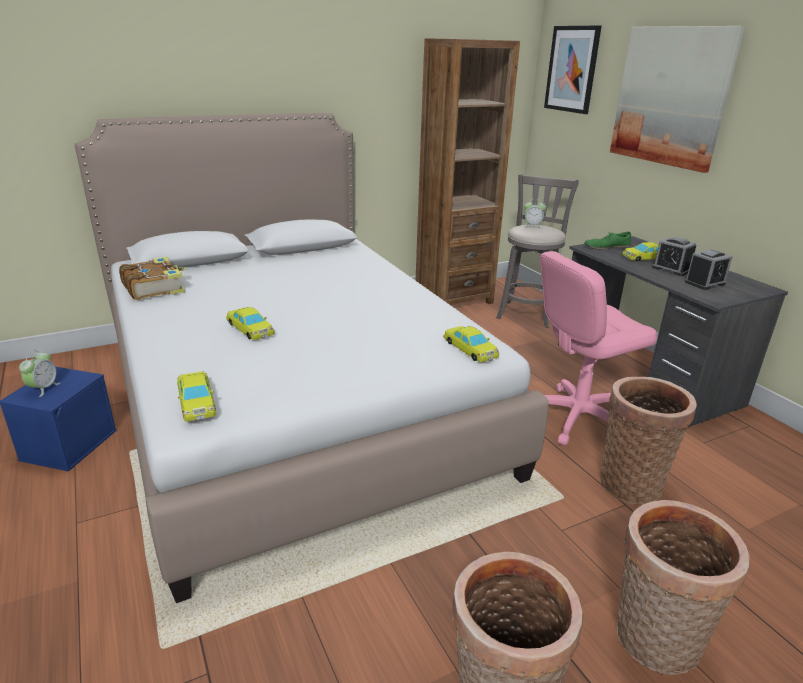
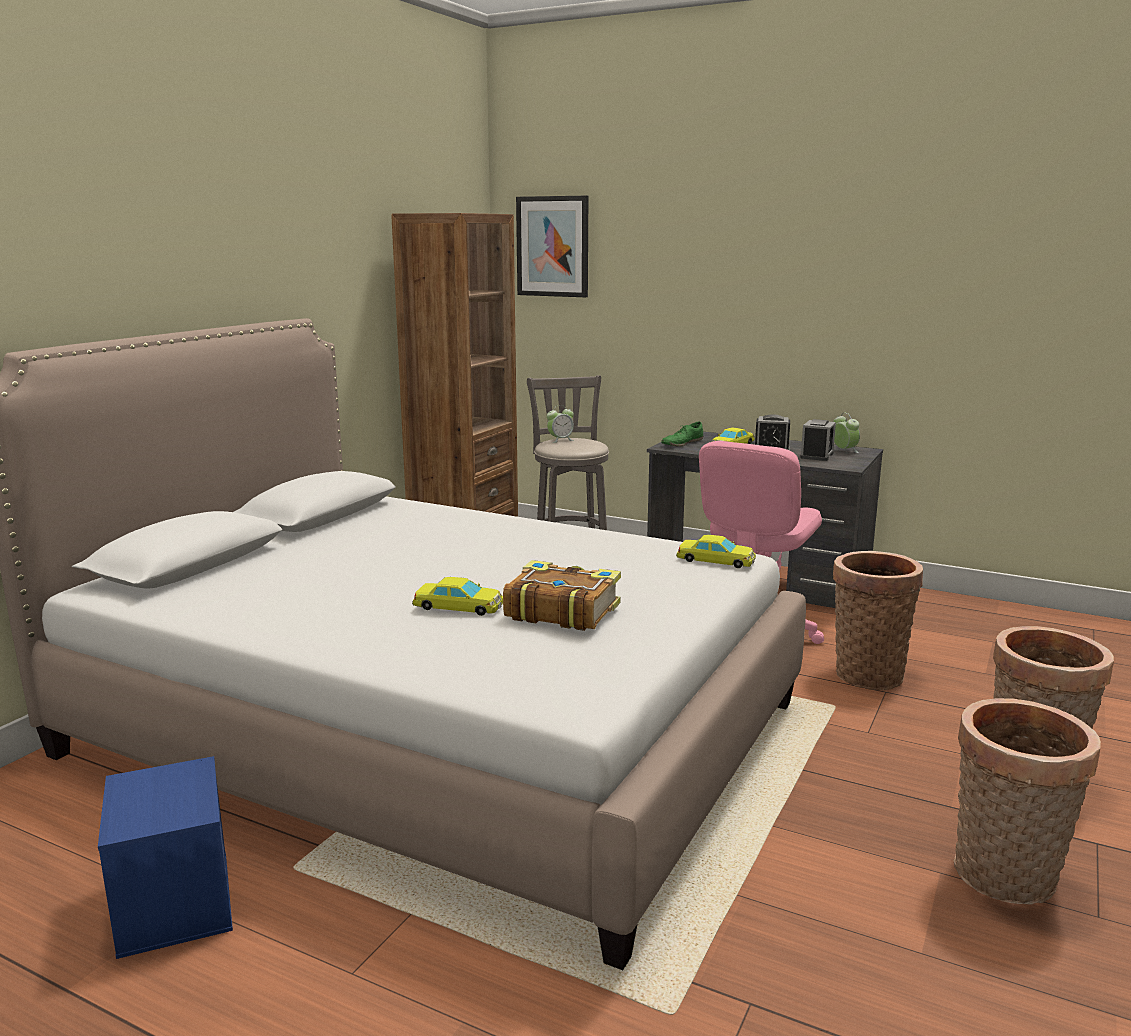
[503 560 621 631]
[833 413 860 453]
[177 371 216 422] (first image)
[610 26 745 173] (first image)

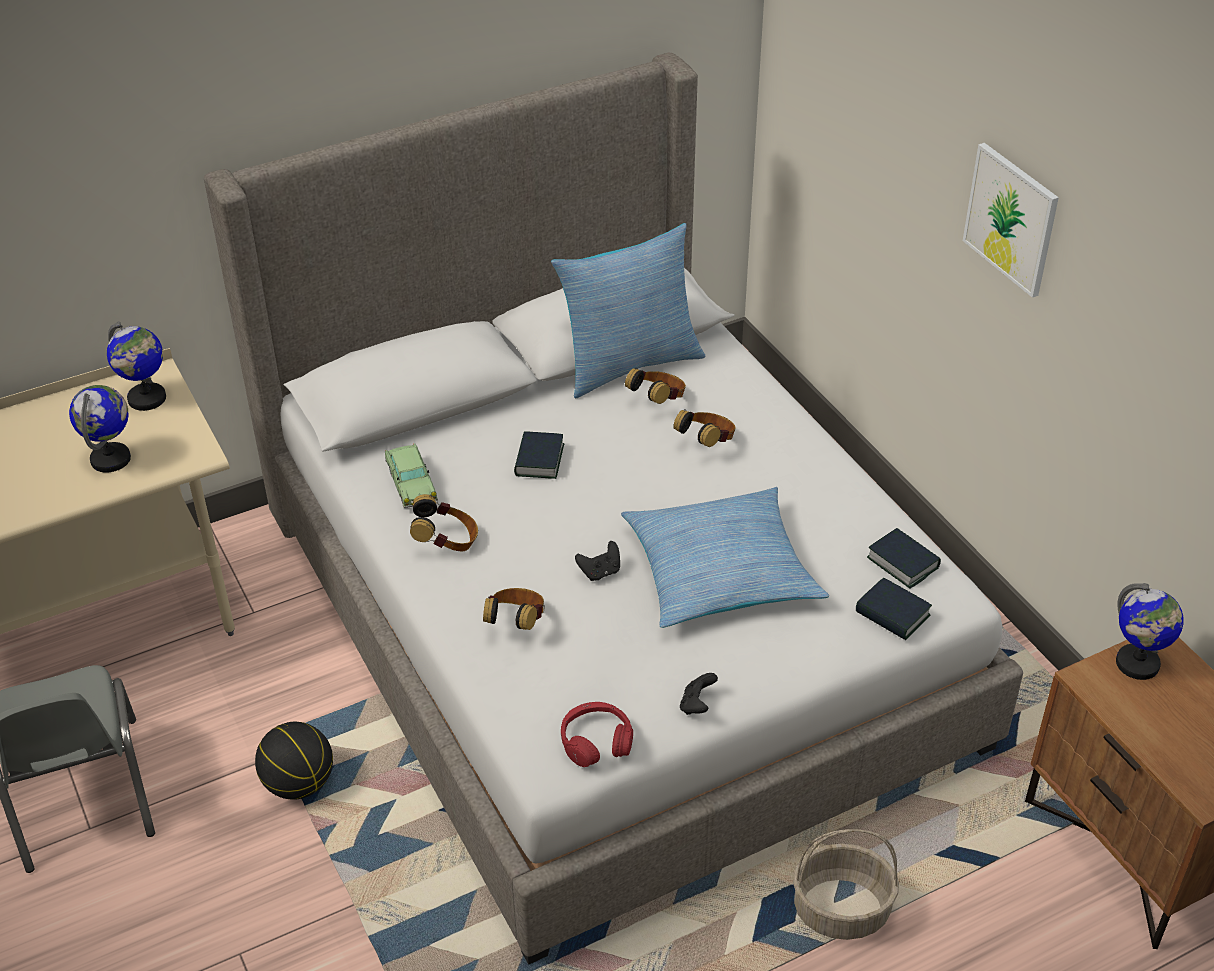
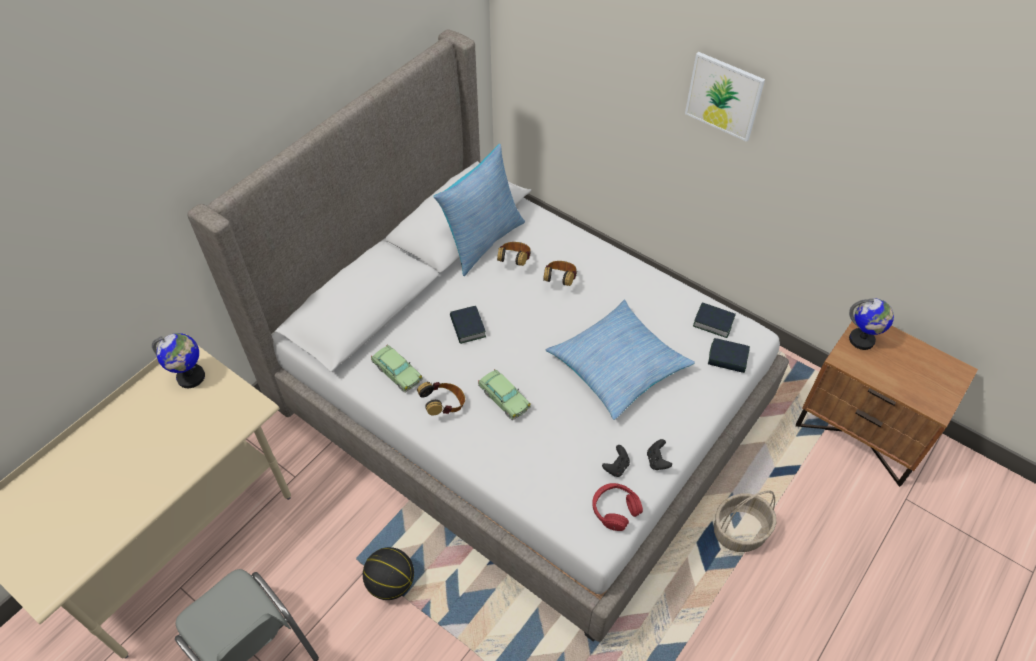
[478 369 531 420]
[602 445 630 477]
[69 385 131 473] (first image)
[483 588 545 630] (first image)

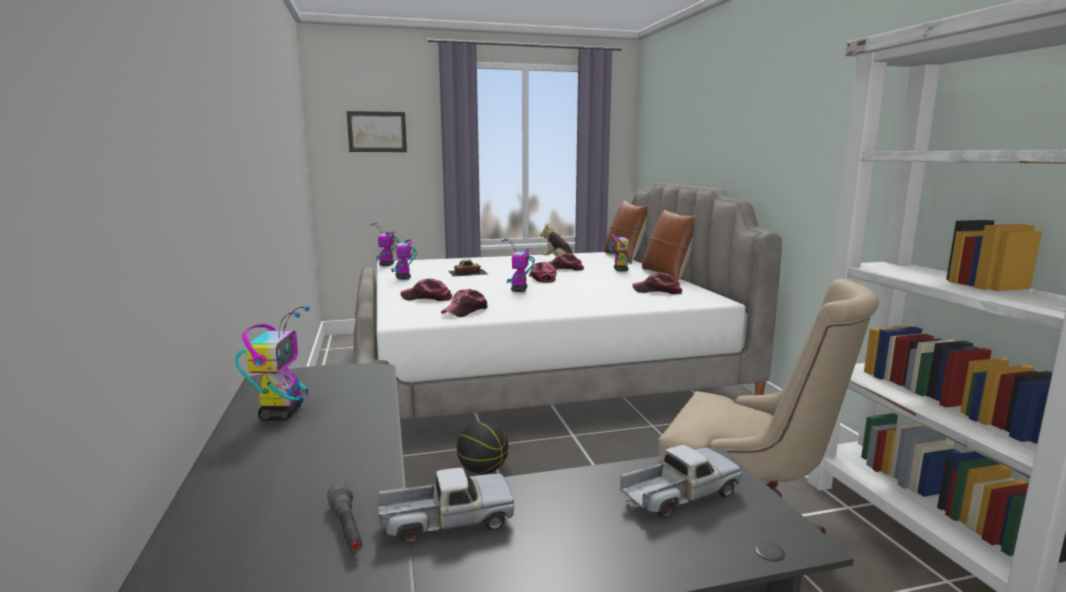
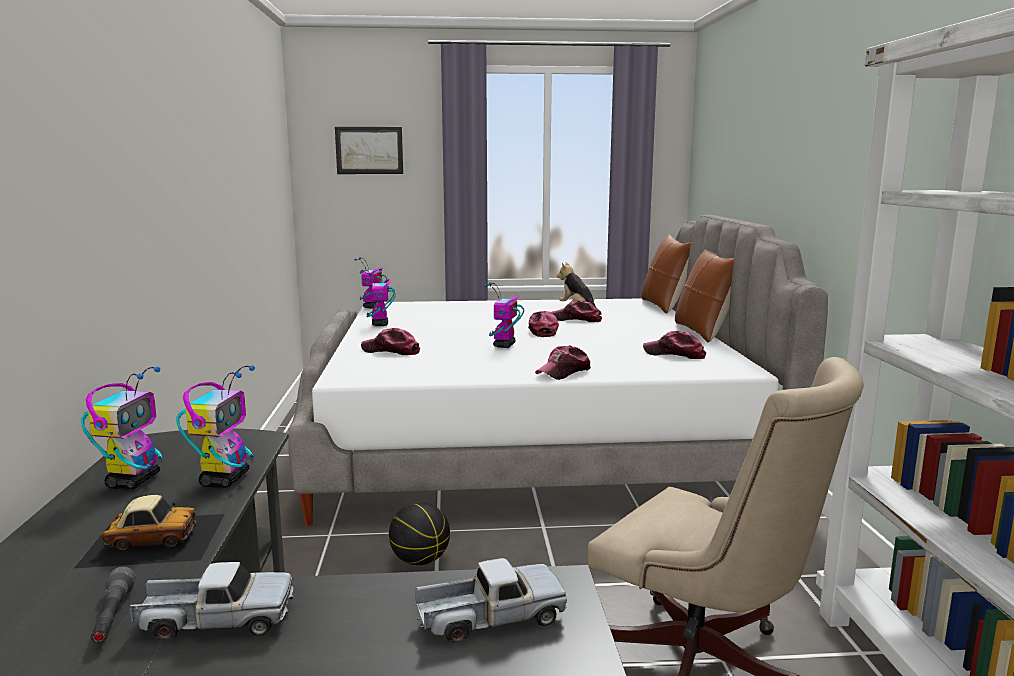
[73 495 225 569]
[176 365 255 488]
[535 345 591 380]

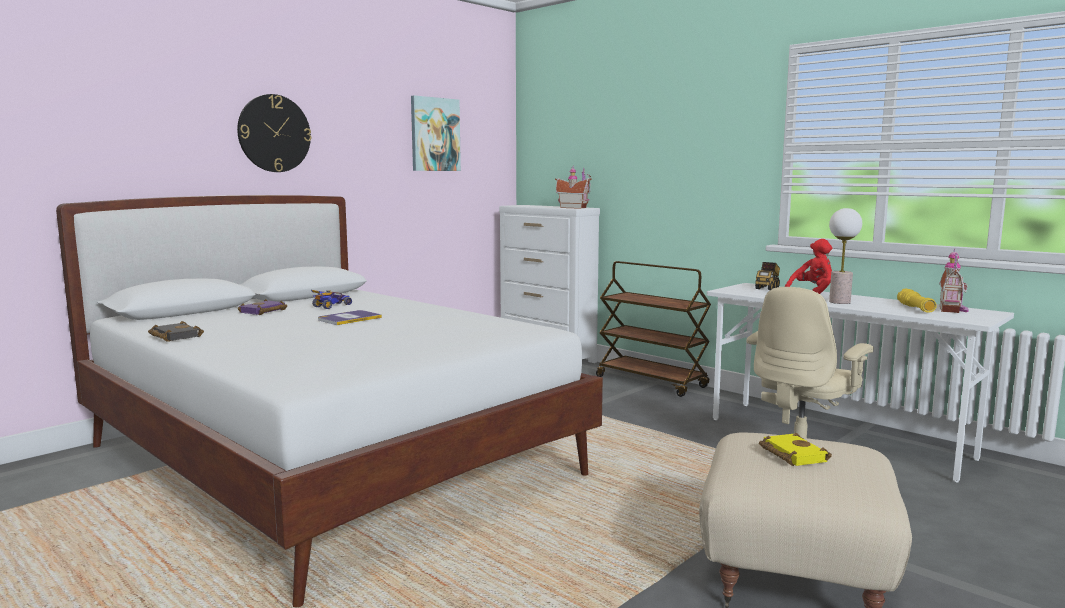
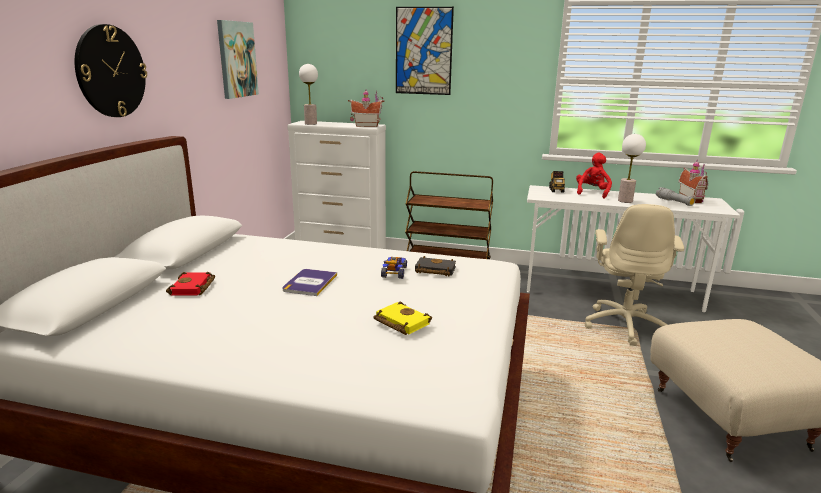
[166 272 215 295]
[299 64 318 125]
[373 302 432 335]
[381 257 407 279]
[396 7 454 95]
[415 256 456 276]
[656 187 695 206]

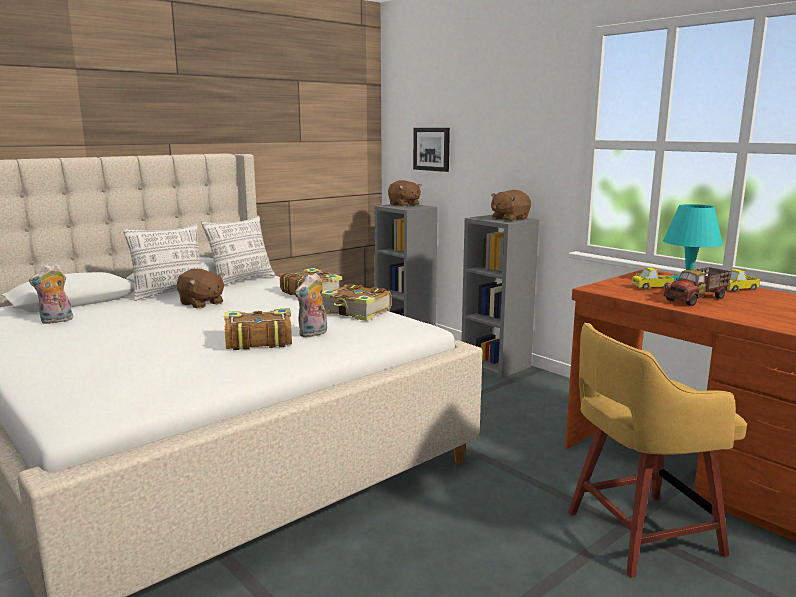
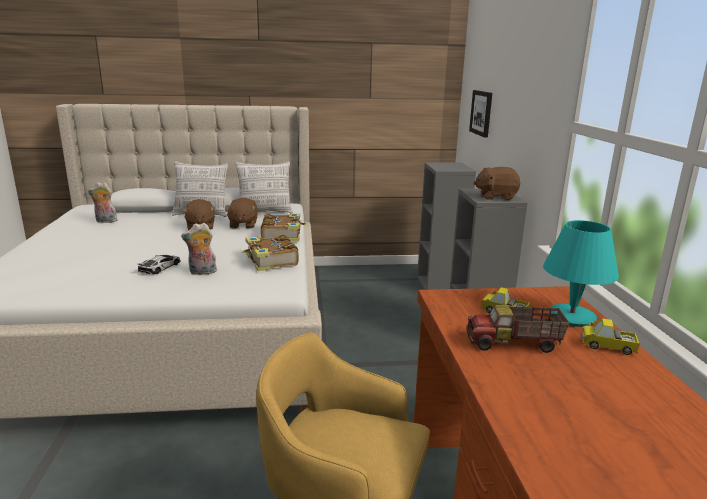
[138 255 180 274]
[225 198 258 229]

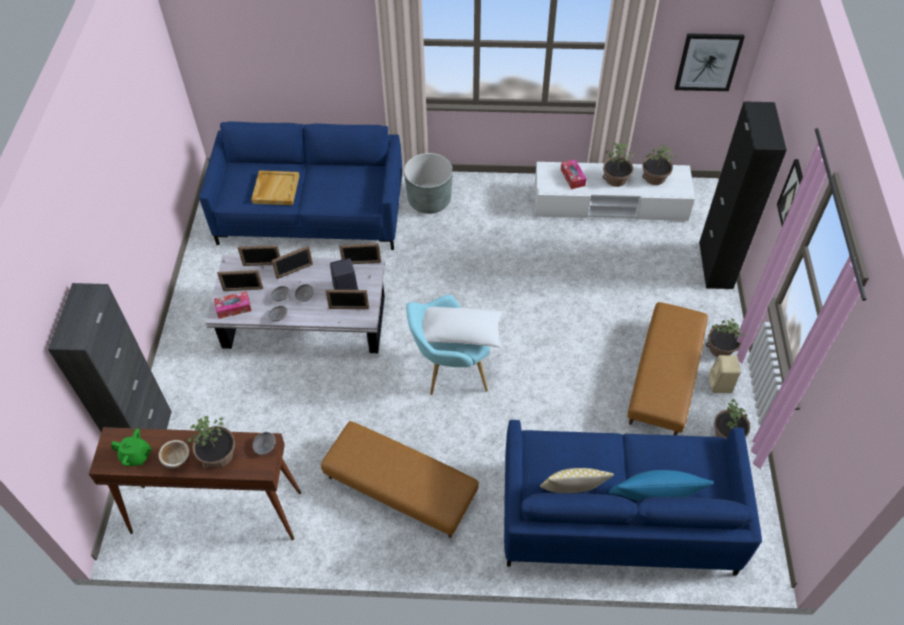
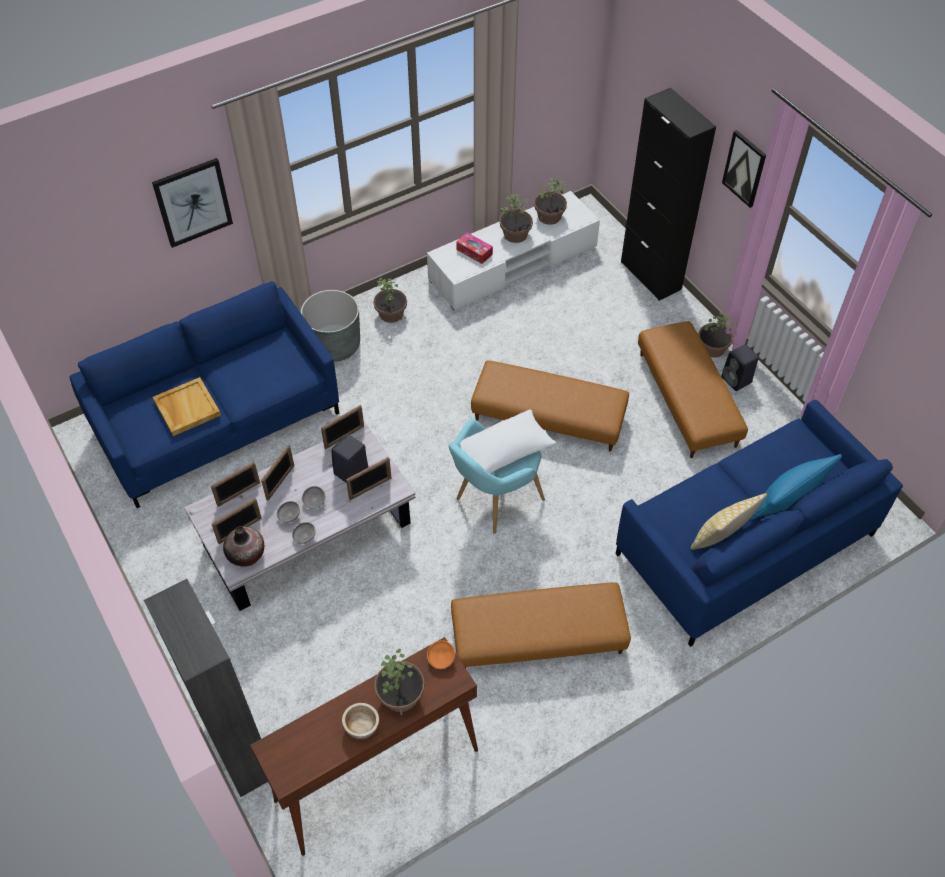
[152 158 233 248]
[223 526 264 567]
[373 278 407 323]
[427 640 455 669]
[471 360 629 451]
[721 344 759 391]
[111 429 152 466] (first image)

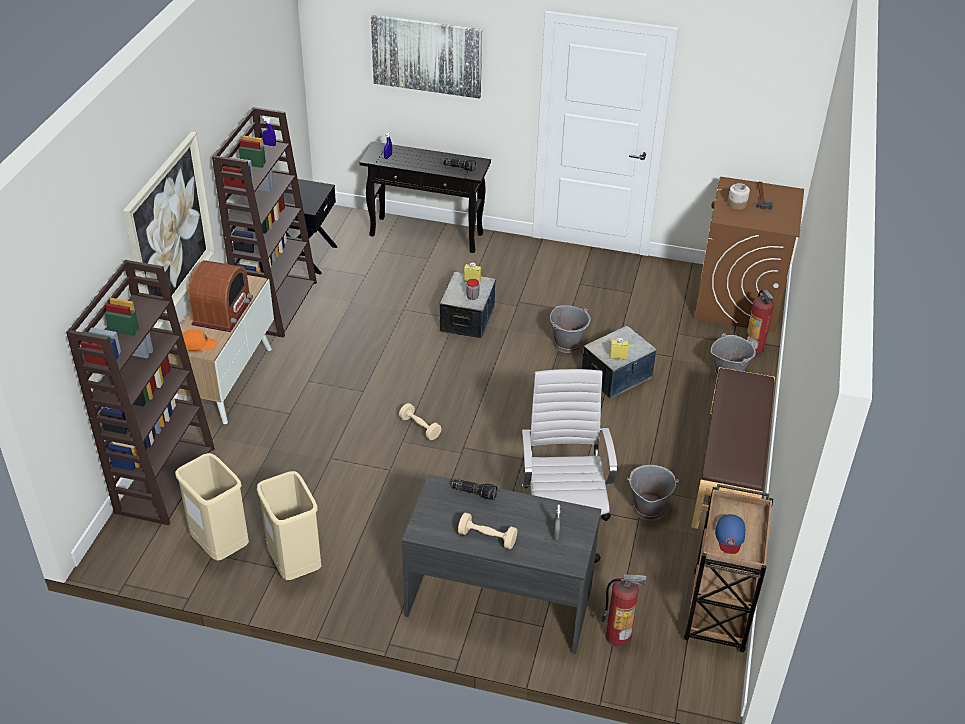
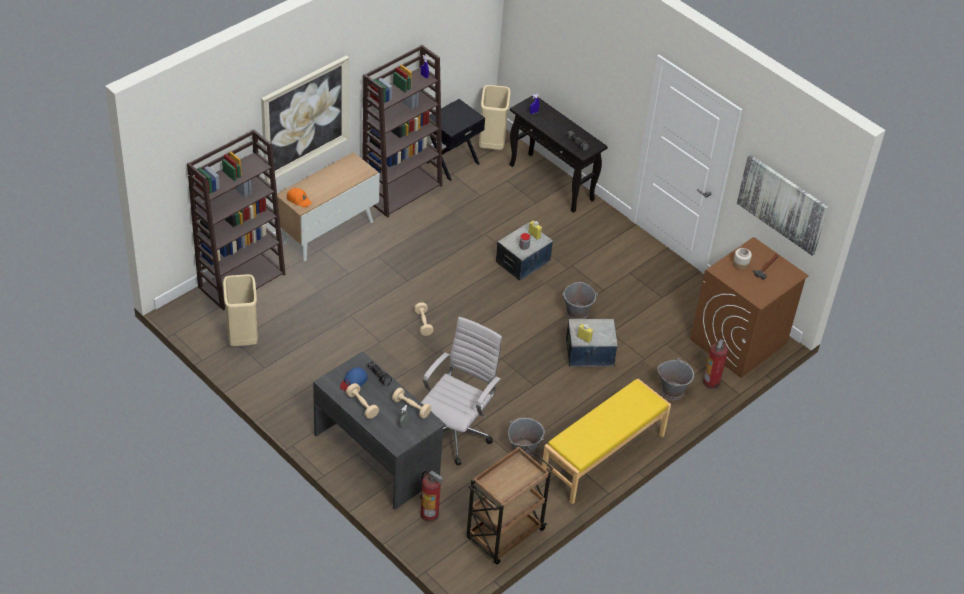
[340 367 368 391]
[392 387 431 419]
[479 85 511 150]
[542 379 671 504]
[737 154 828 256]
[188 260 253 332] (first image)

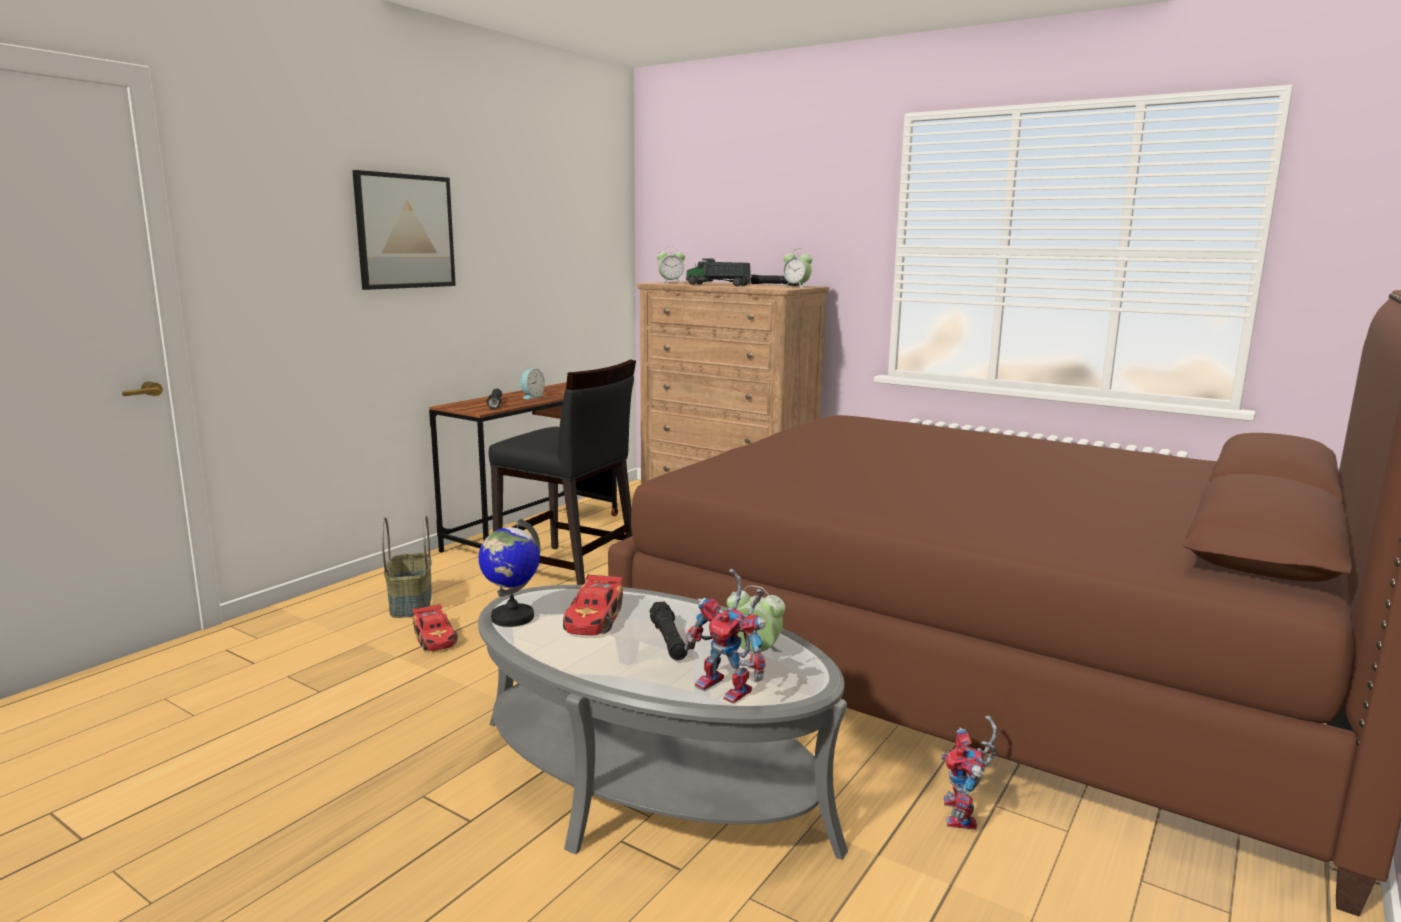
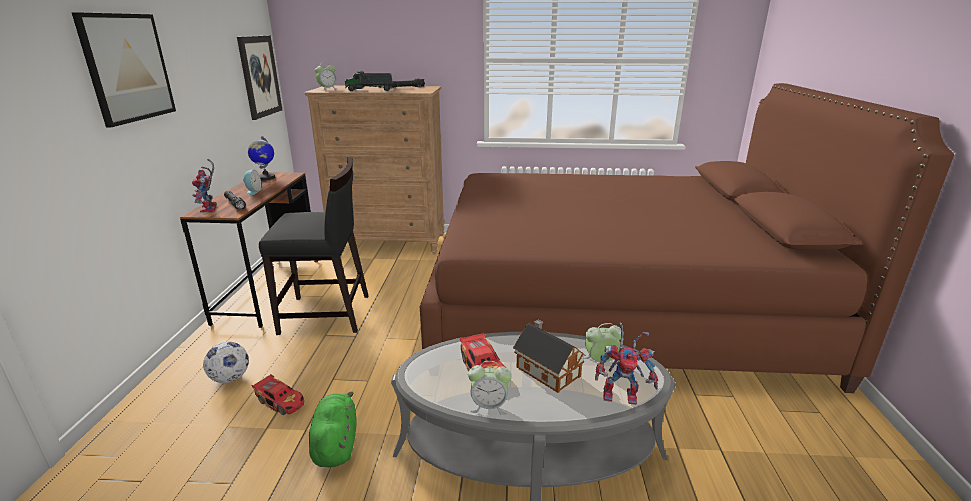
[192 159 217 212]
[203 342 249 383]
[237 36 282 120]
[248 136 275 180]
[309 392 357 467]
[468 361 512 415]
[513 319 586 393]

